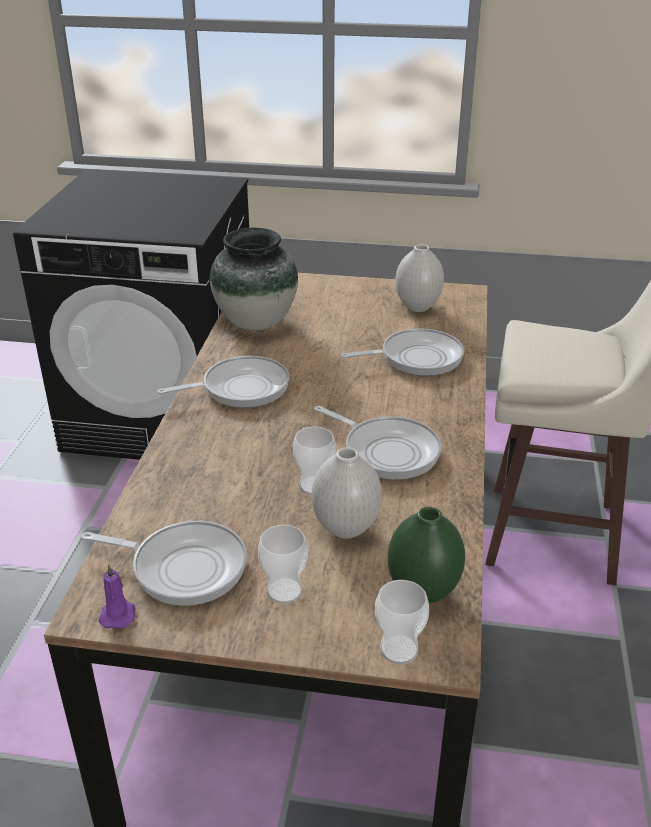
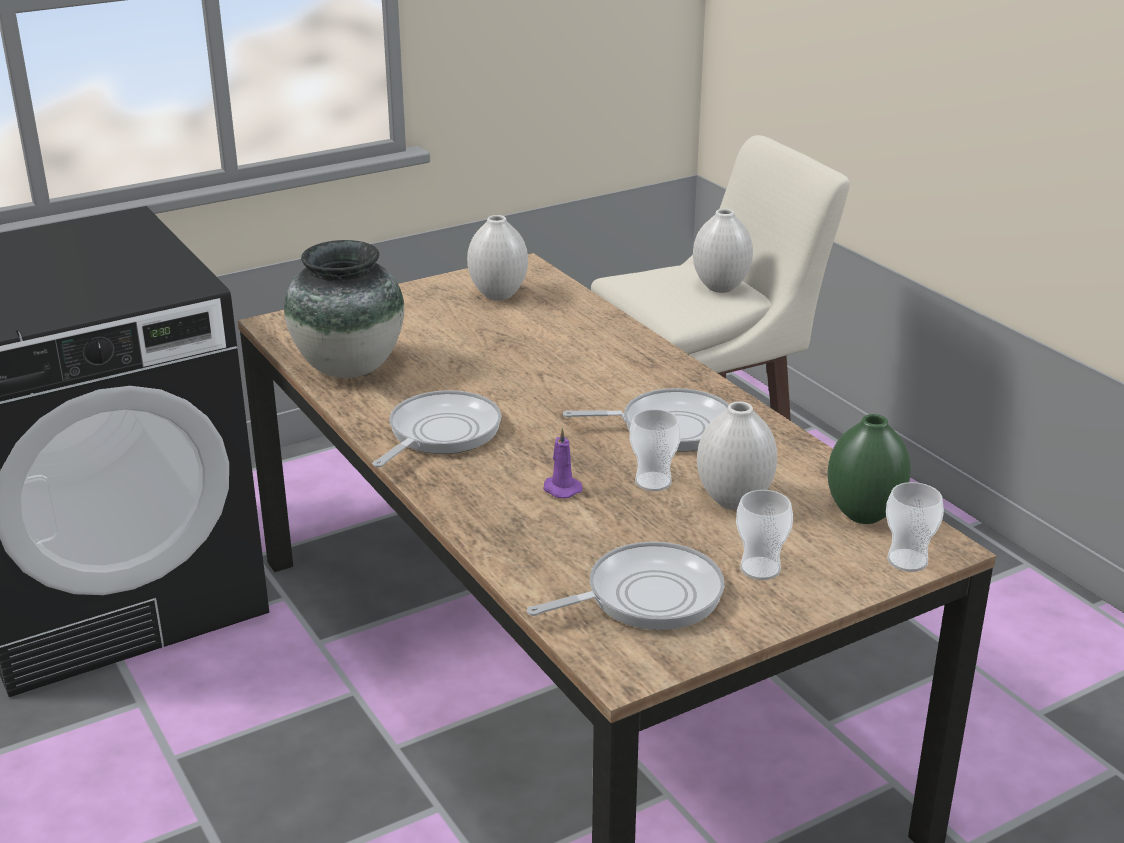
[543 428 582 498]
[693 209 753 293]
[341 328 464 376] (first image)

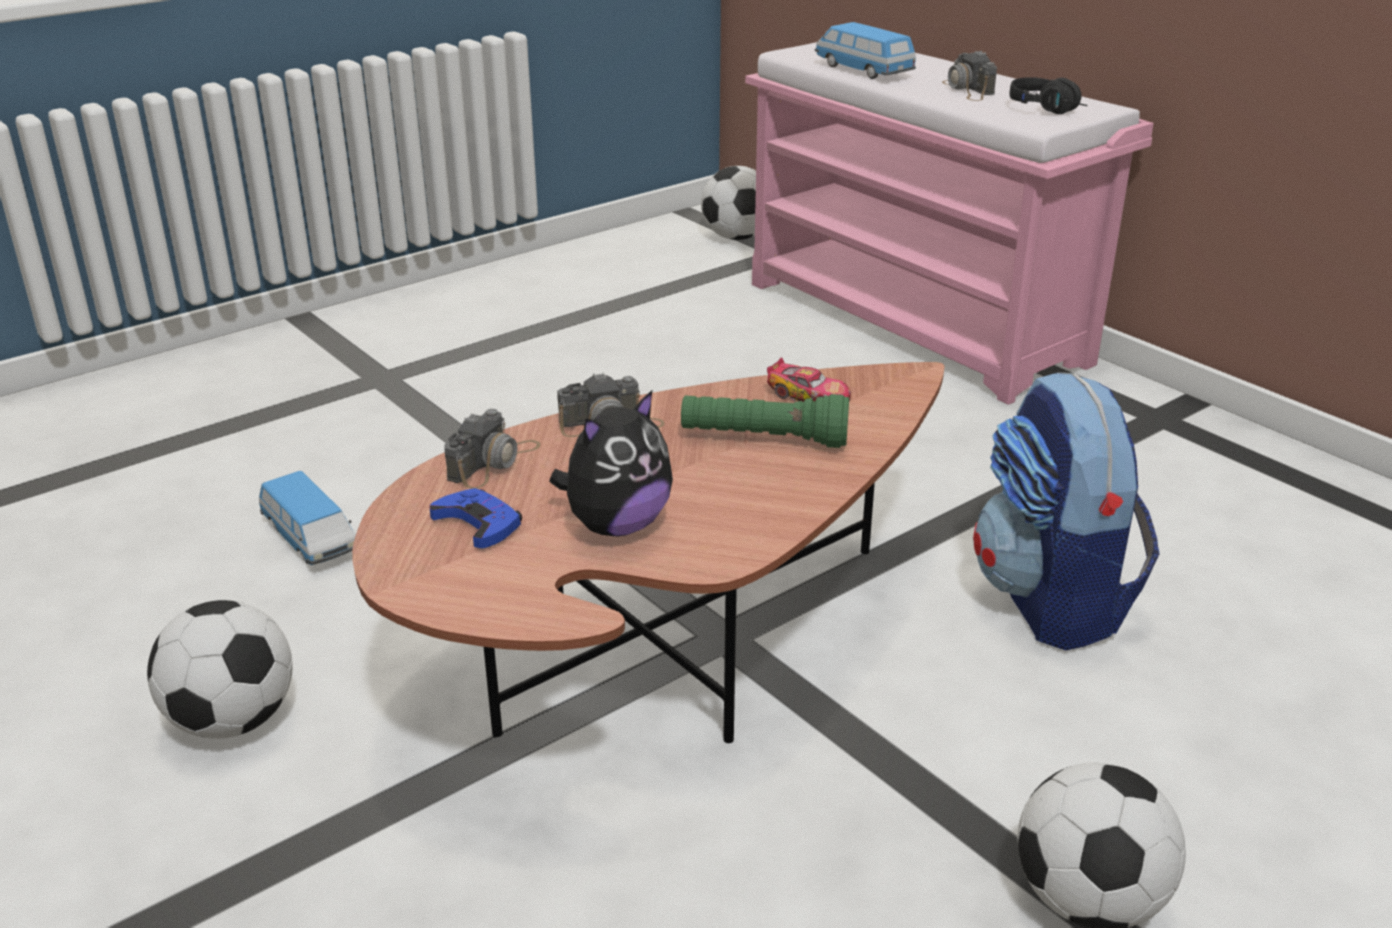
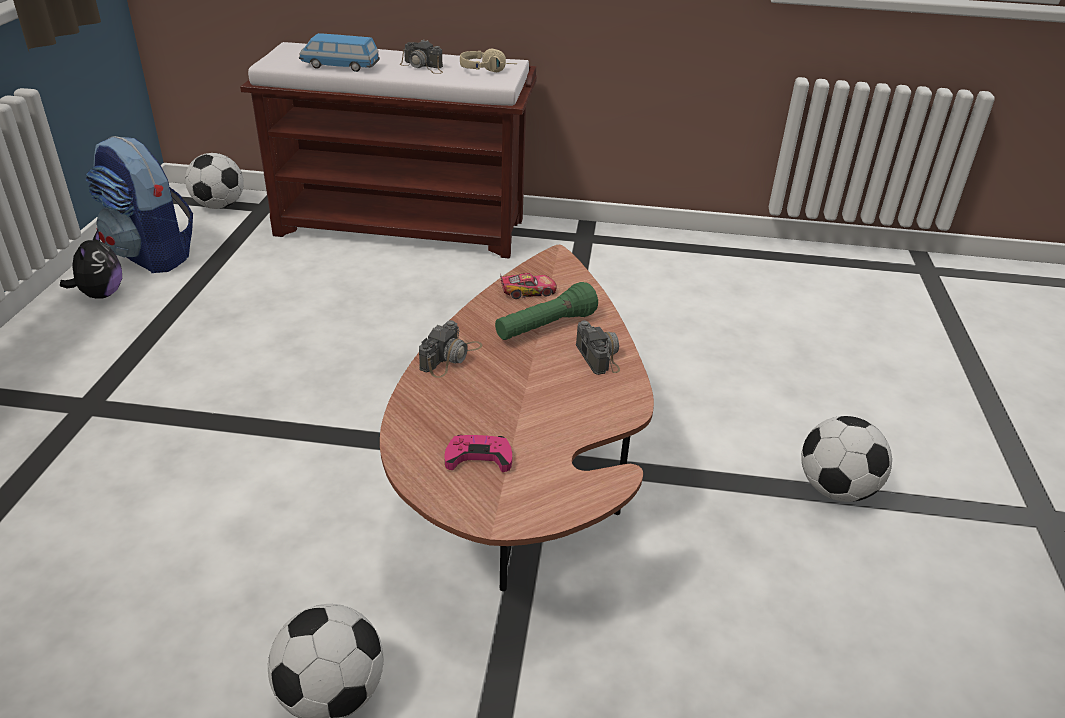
[60 230 122 299]
[85 136 193 273]
[240 42 537 258]
[445 435 512 472]
[460 49 517 72]
[576 320 620 375]
[259 471 356 565] (first image)

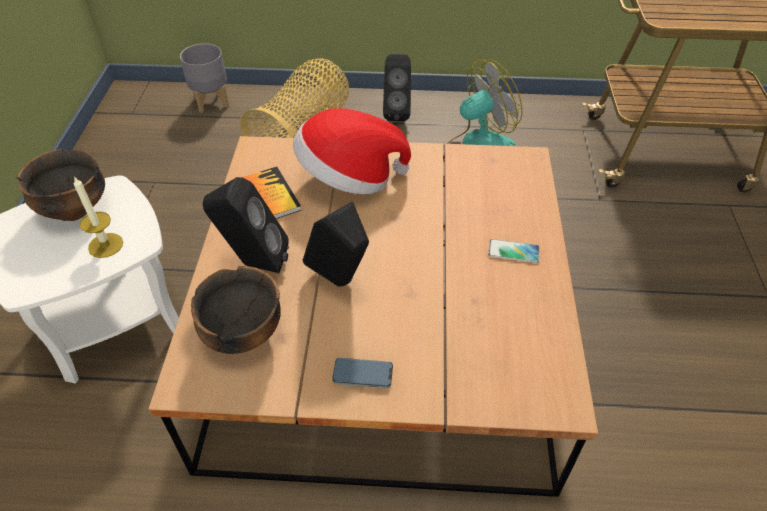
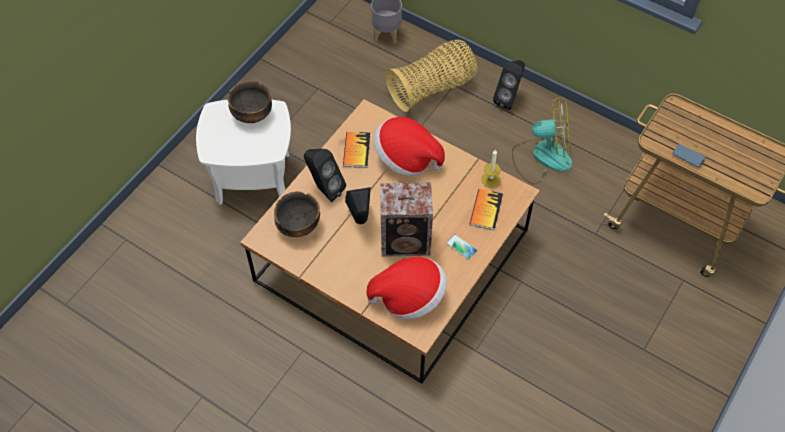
[366 257 447 320]
[380 182 433 257]
[470 189 503 230]
[481 150 501 188]
[672 144 706 168]

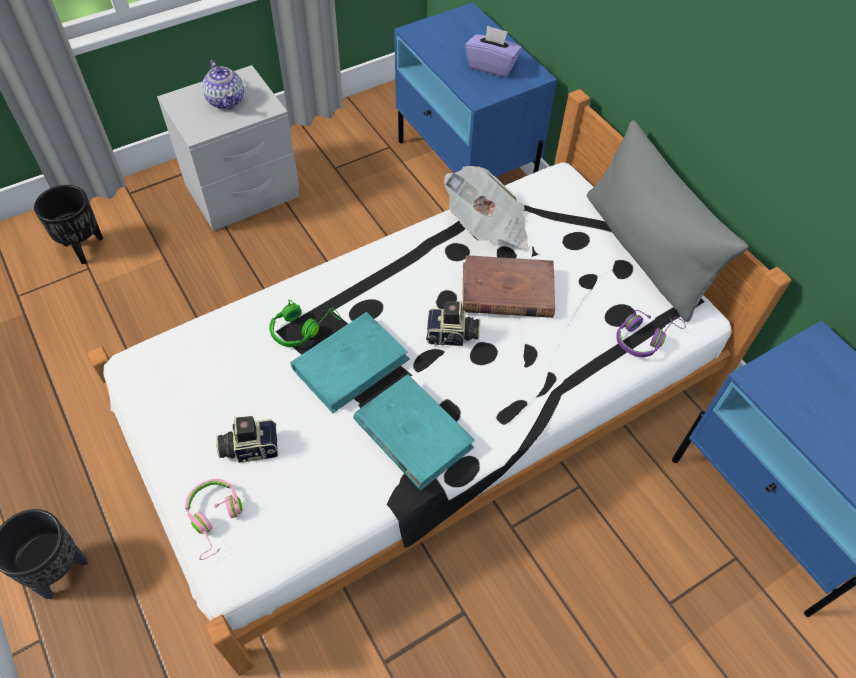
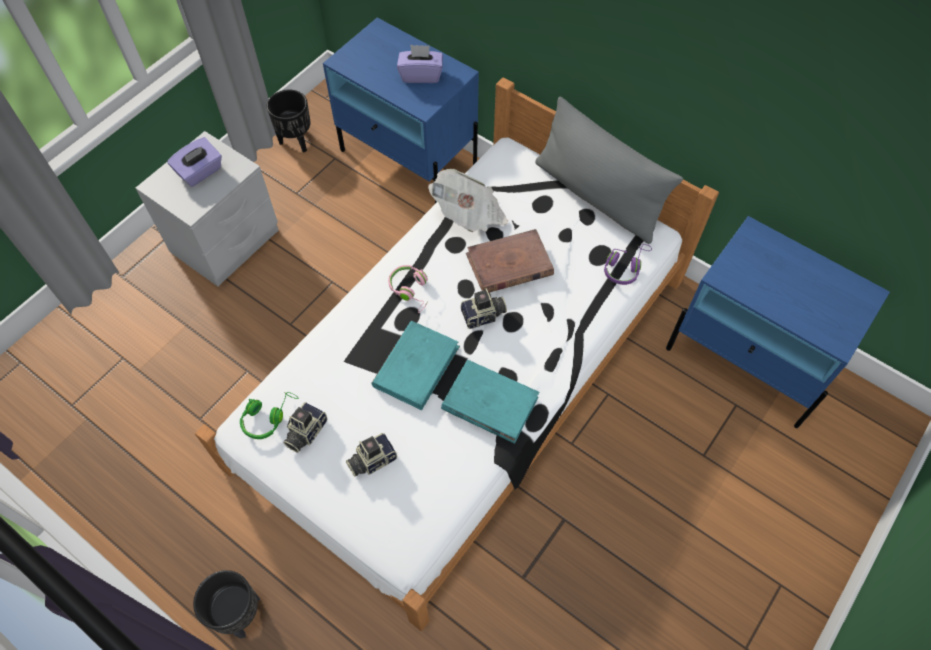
[167 137 222 187]
[240 392 298 439]
[267 89 311 153]
[283 402 327 453]
[388 265 428 313]

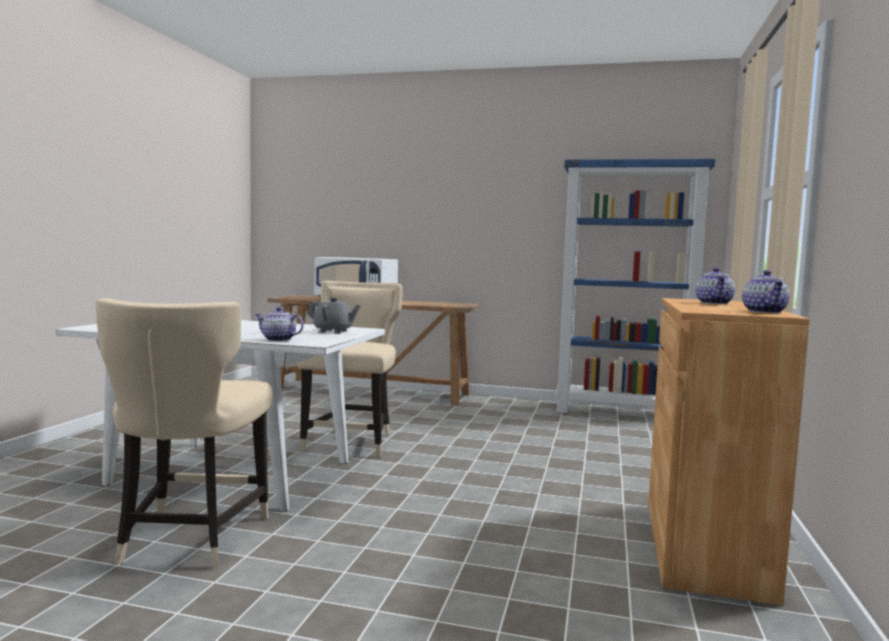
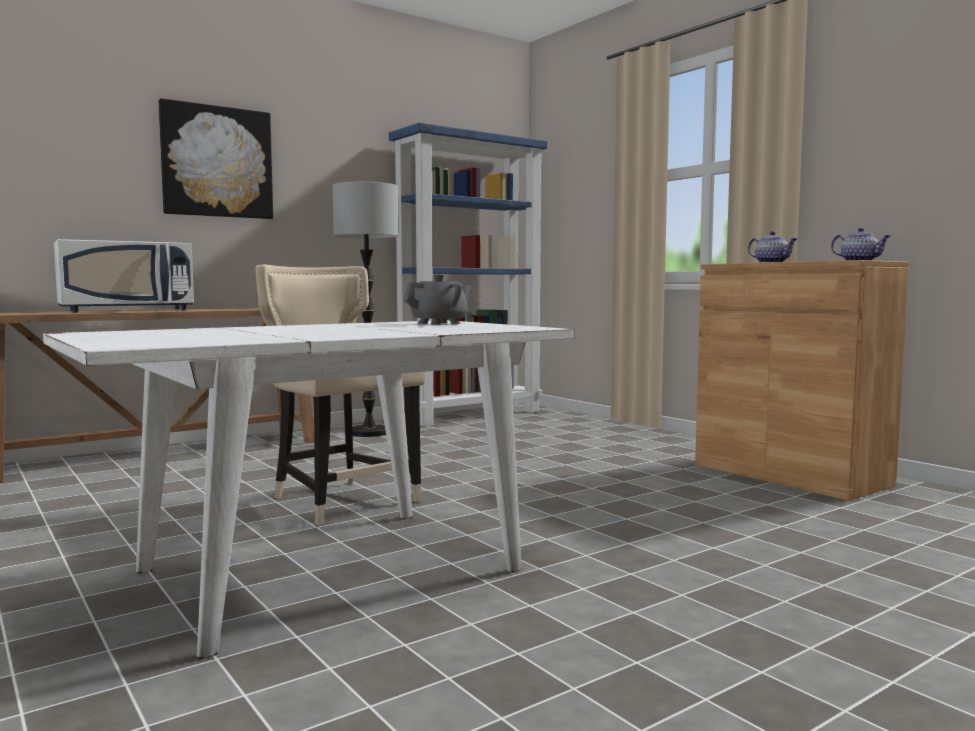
[159 98 273 219]
[333 182 399 437]
[96 298 273 569] (first image)
[255 307 304 341] (first image)

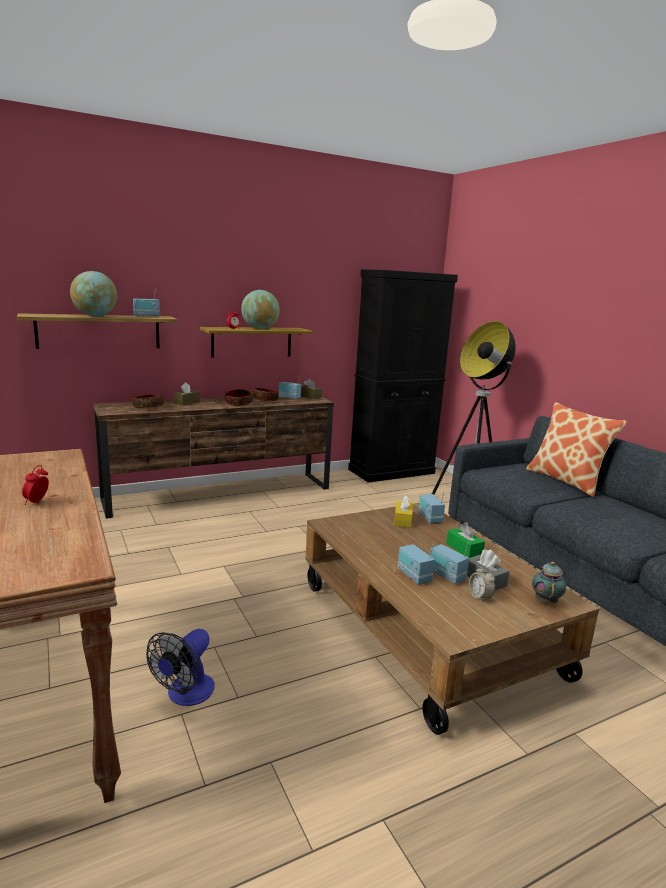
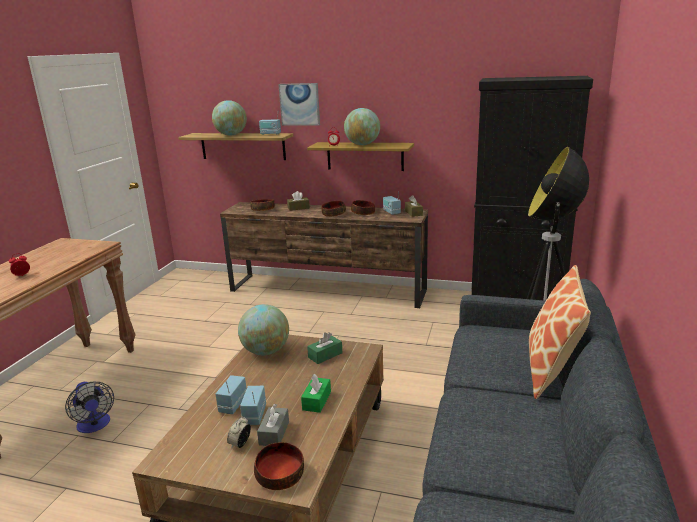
[65 382 114 433]
[238 304 289 355]
[254 442 304 490]
[278 83 320 126]
[307 332 342 364]
[419 492 445 524] (first image)

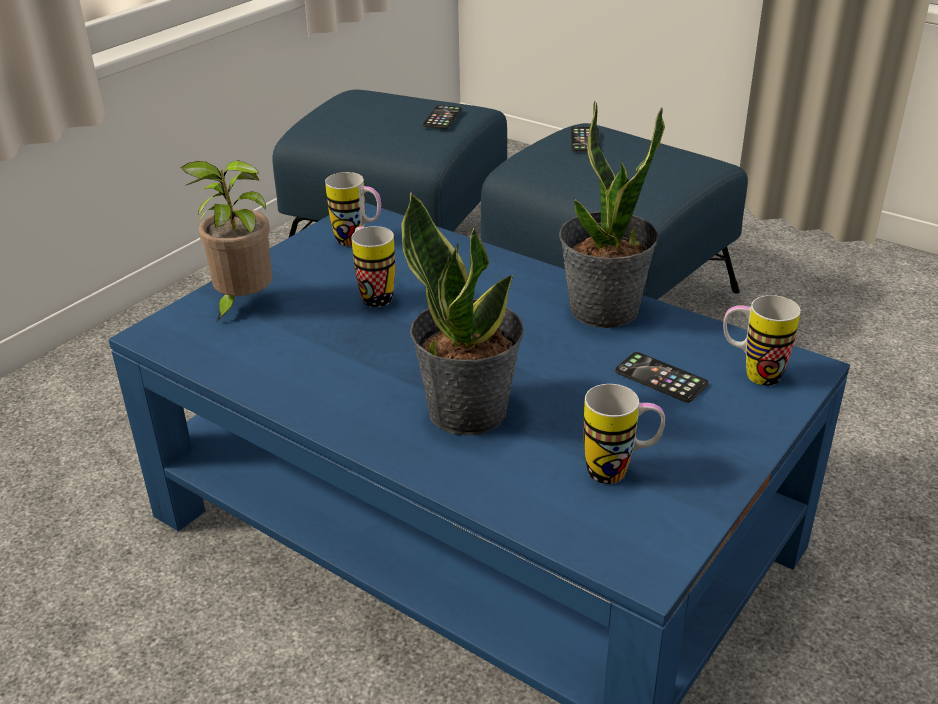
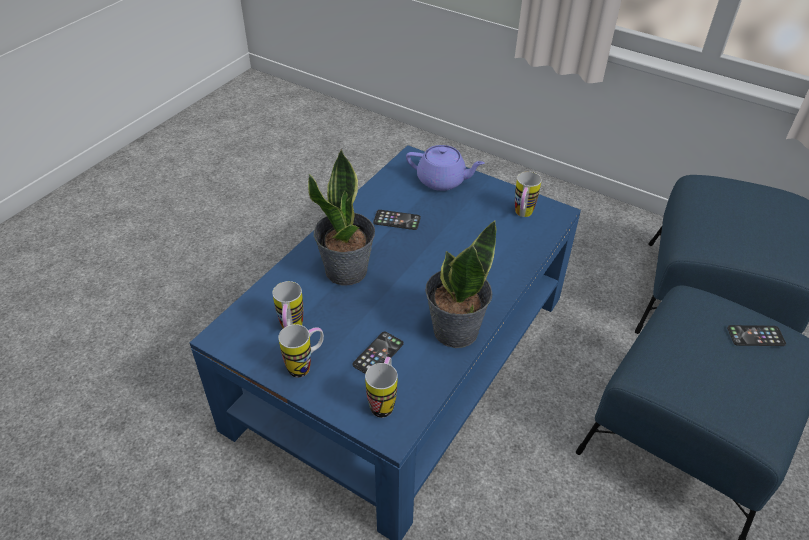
[278 324 324 378]
[373 210 421 230]
[406 145 485 191]

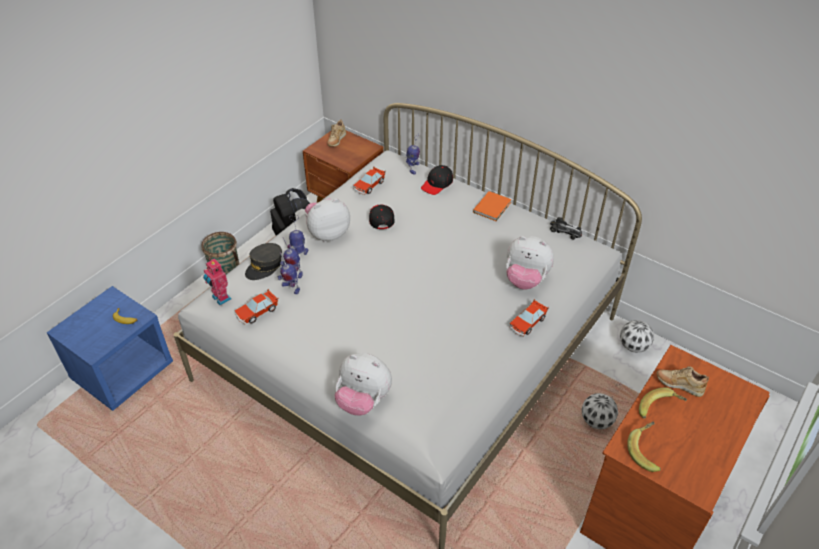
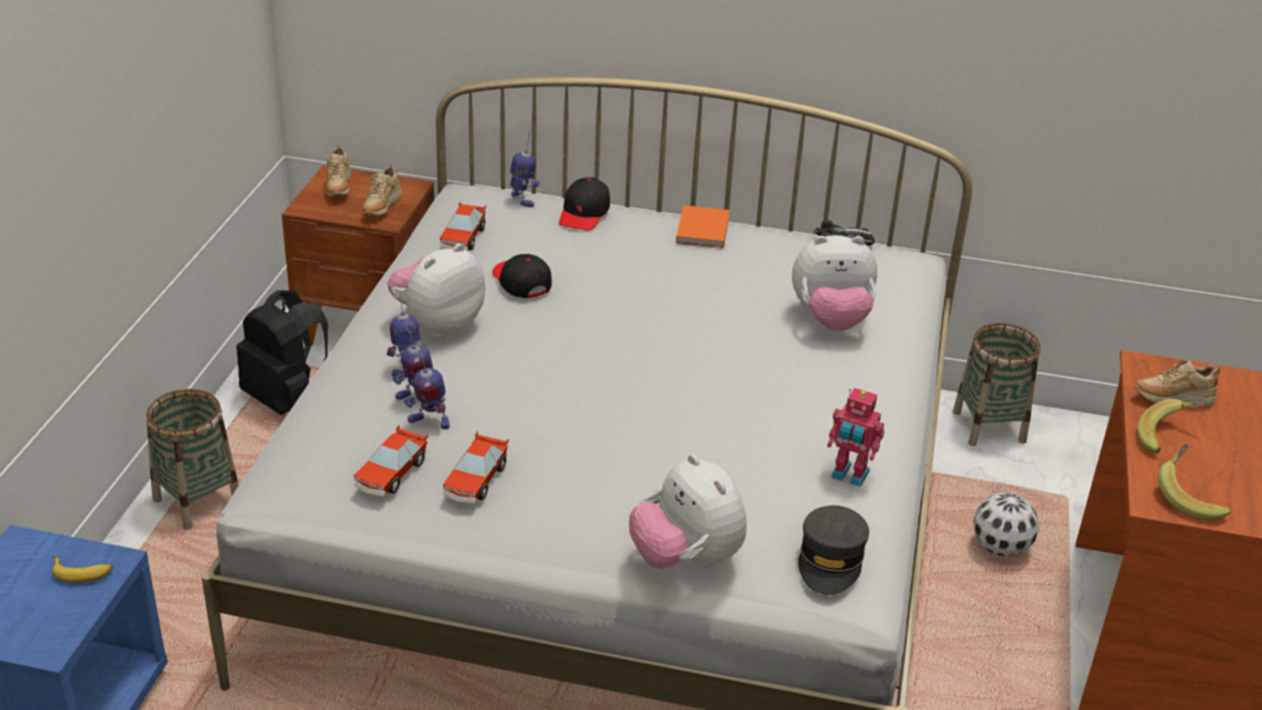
[362 165 402 215]
[443 431 509 504]
[629 454 747 569]
[798 505 869 595]
[827 388 884 487]
[953 323 1040 446]

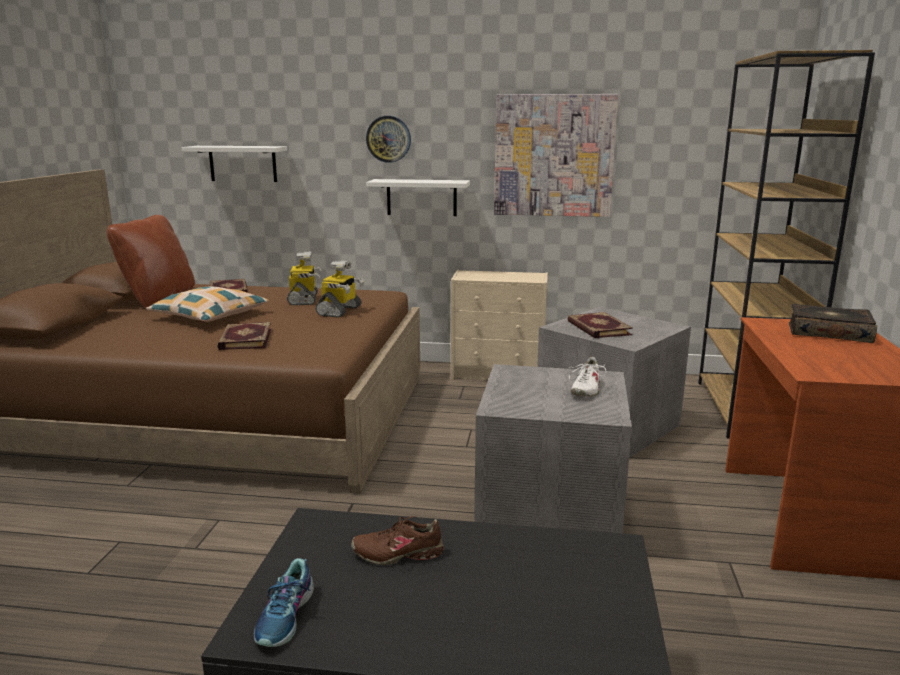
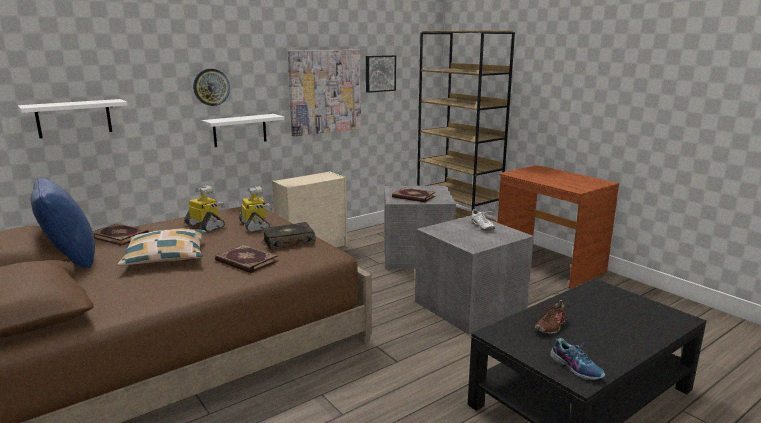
[30 178 95 268]
[262 222 316 250]
[366 55 396 93]

